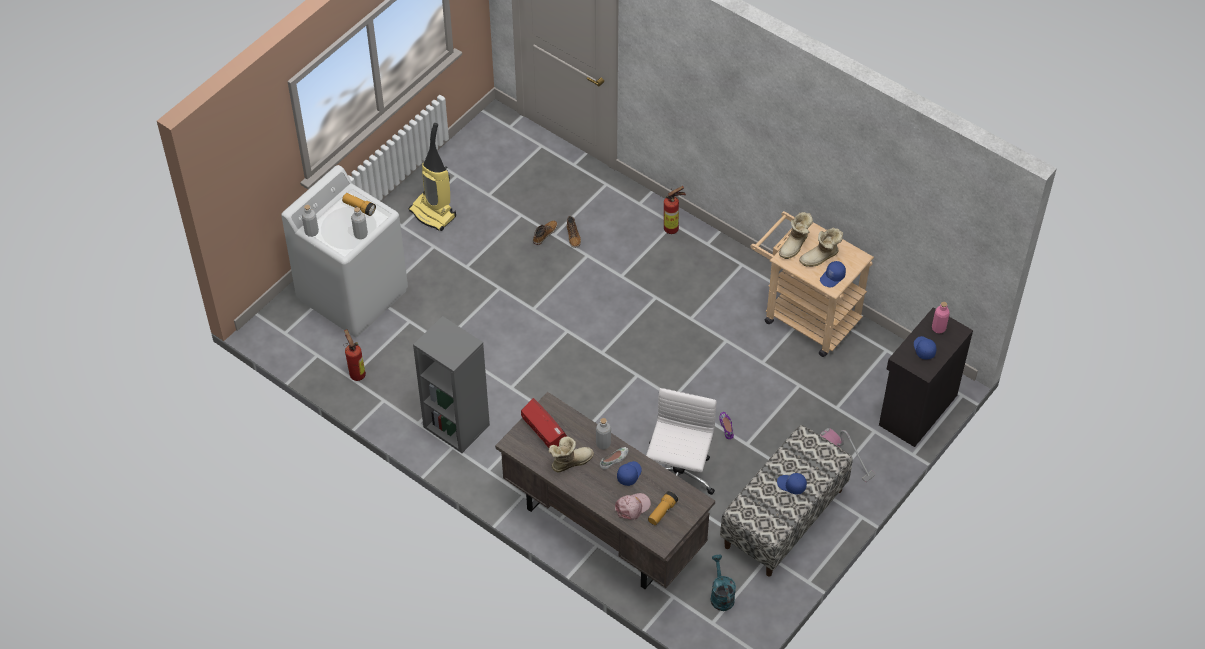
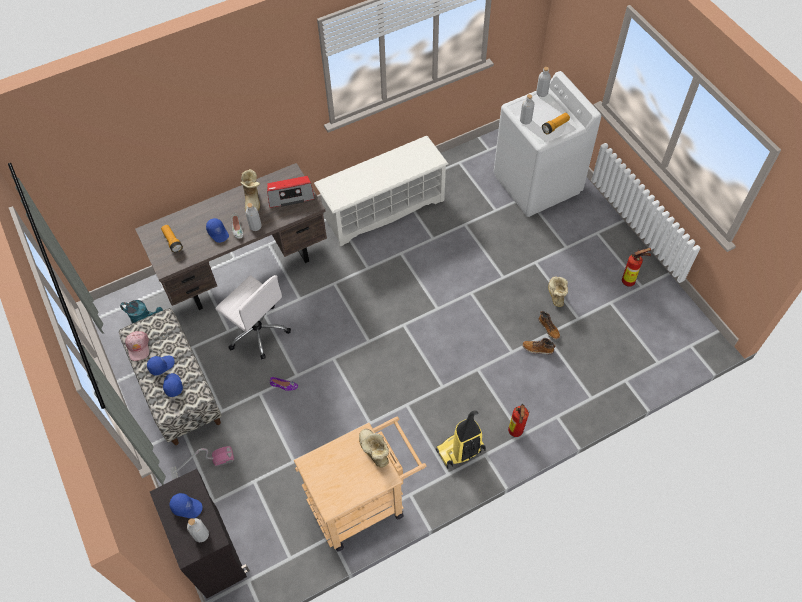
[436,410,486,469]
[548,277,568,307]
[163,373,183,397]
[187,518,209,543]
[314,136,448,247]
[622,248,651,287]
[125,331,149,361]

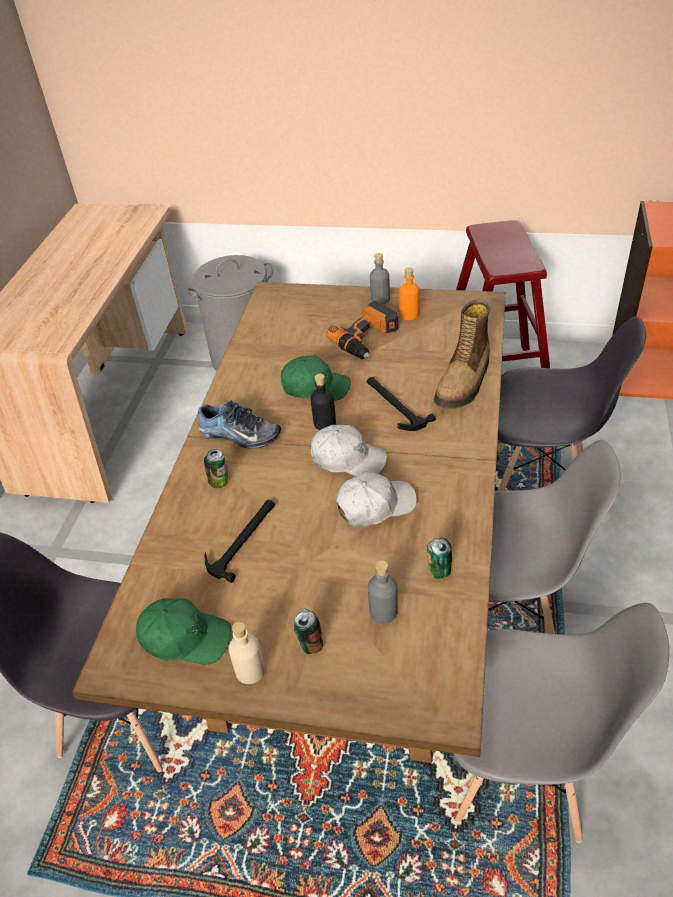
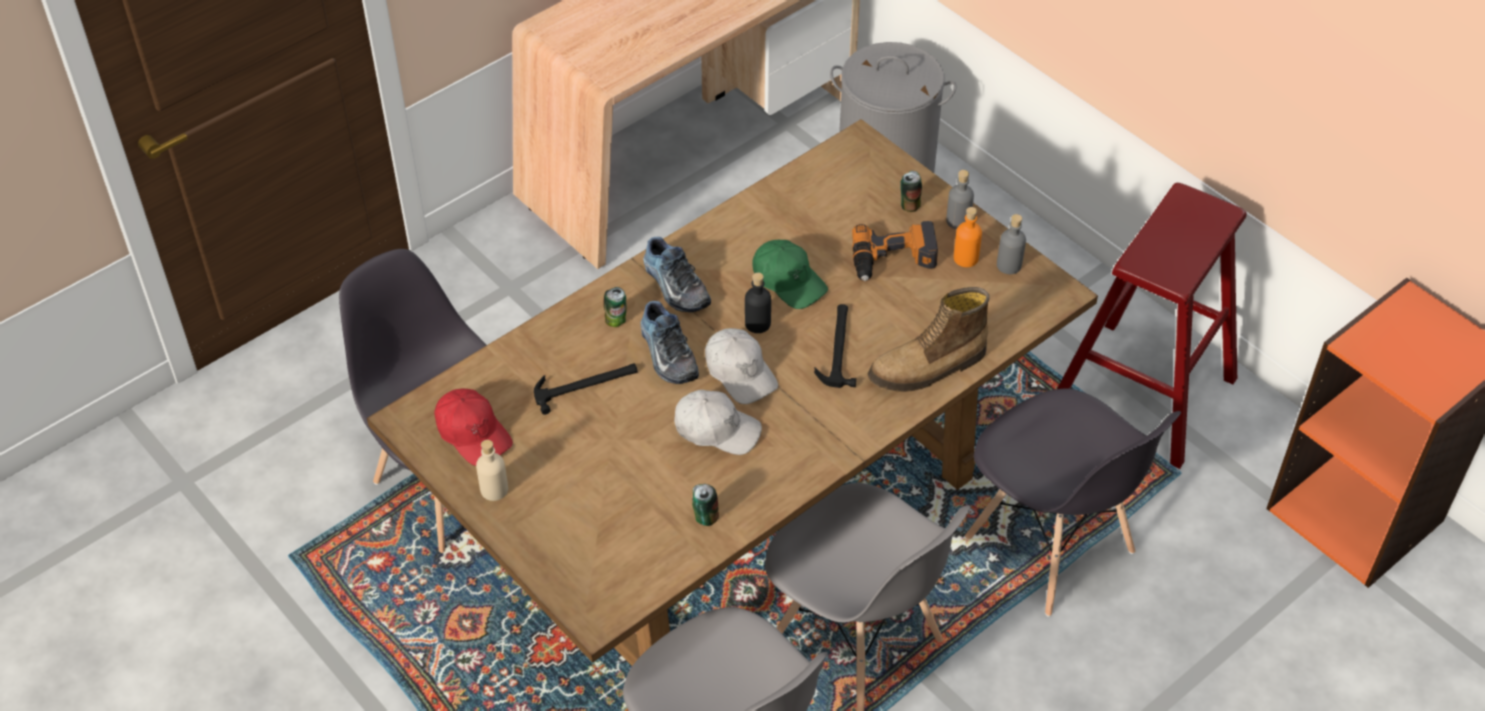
[997,214,1026,274]
[434,389,513,466]
[900,171,922,212]
[640,301,699,384]

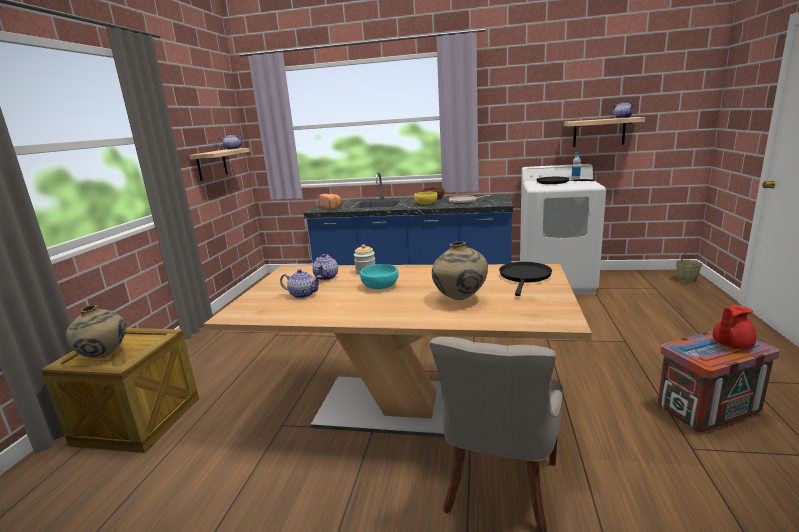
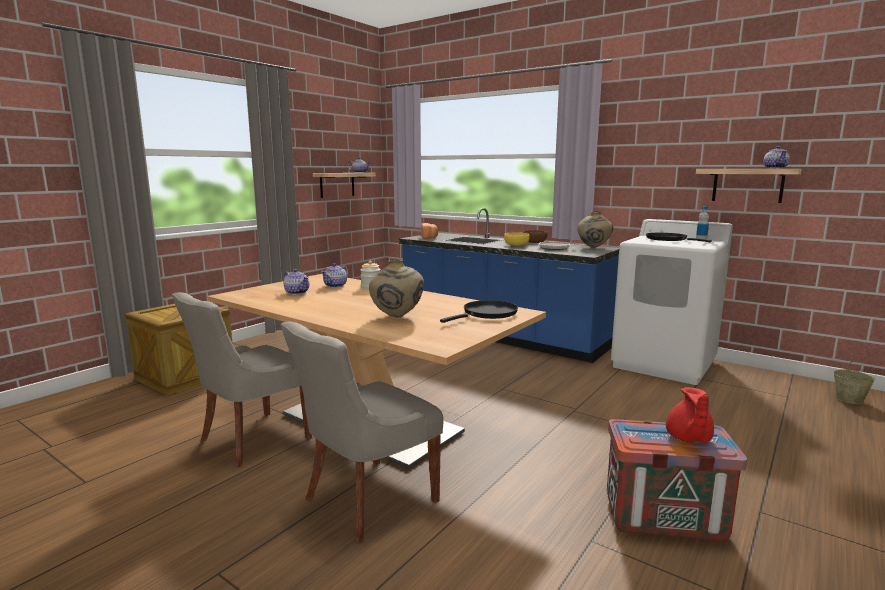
[360,264,399,289] (first image)
[578,211,613,248]
[666,387,714,443]
[172,292,312,467]

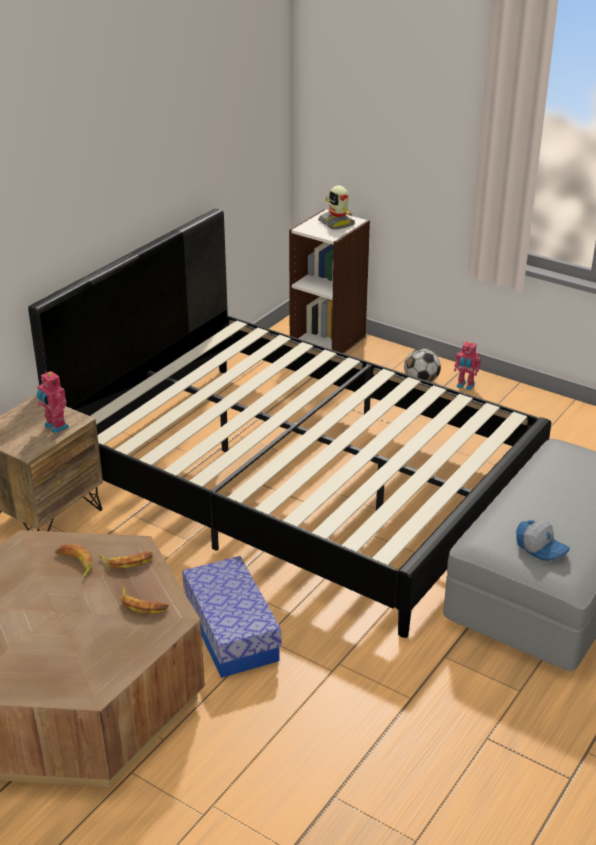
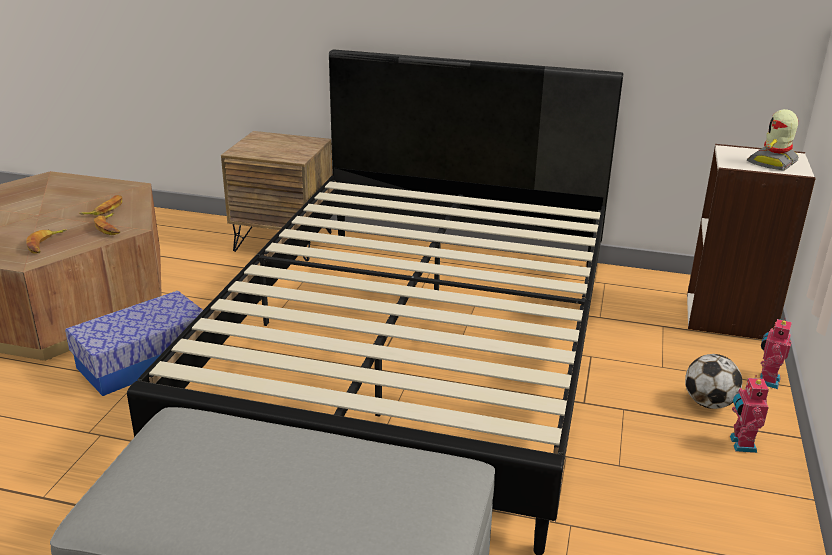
[760,318,792,389]
[516,520,570,561] (first image)

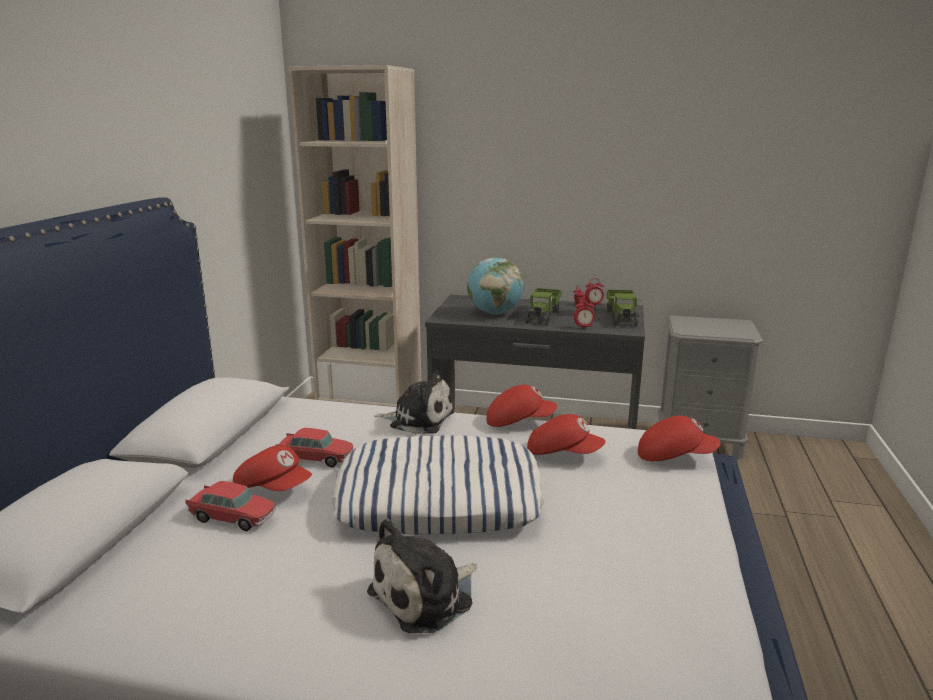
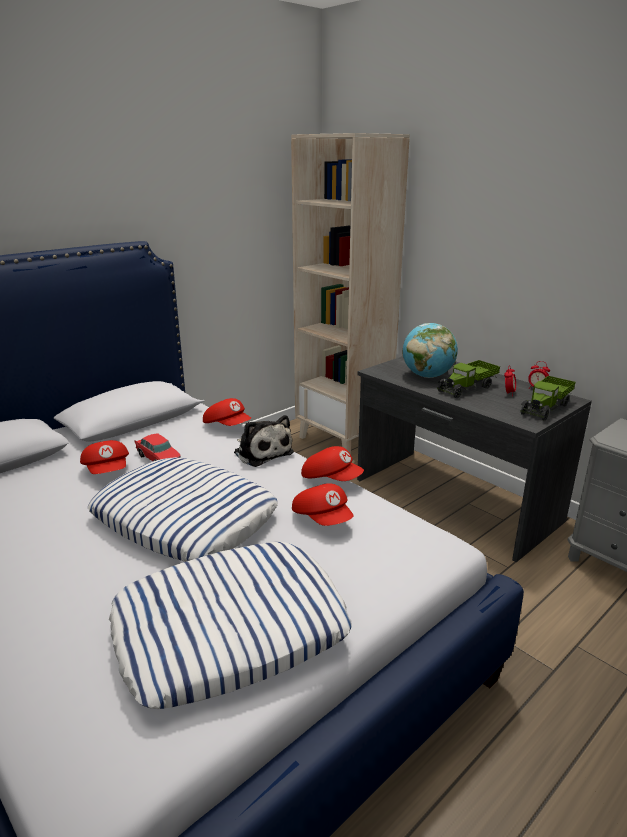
[574,298,595,329] (first image)
[203,398,251,426]
[185,481,276,531] (first image)
[367,519,477,634] (first image)
[109,542,352,709]

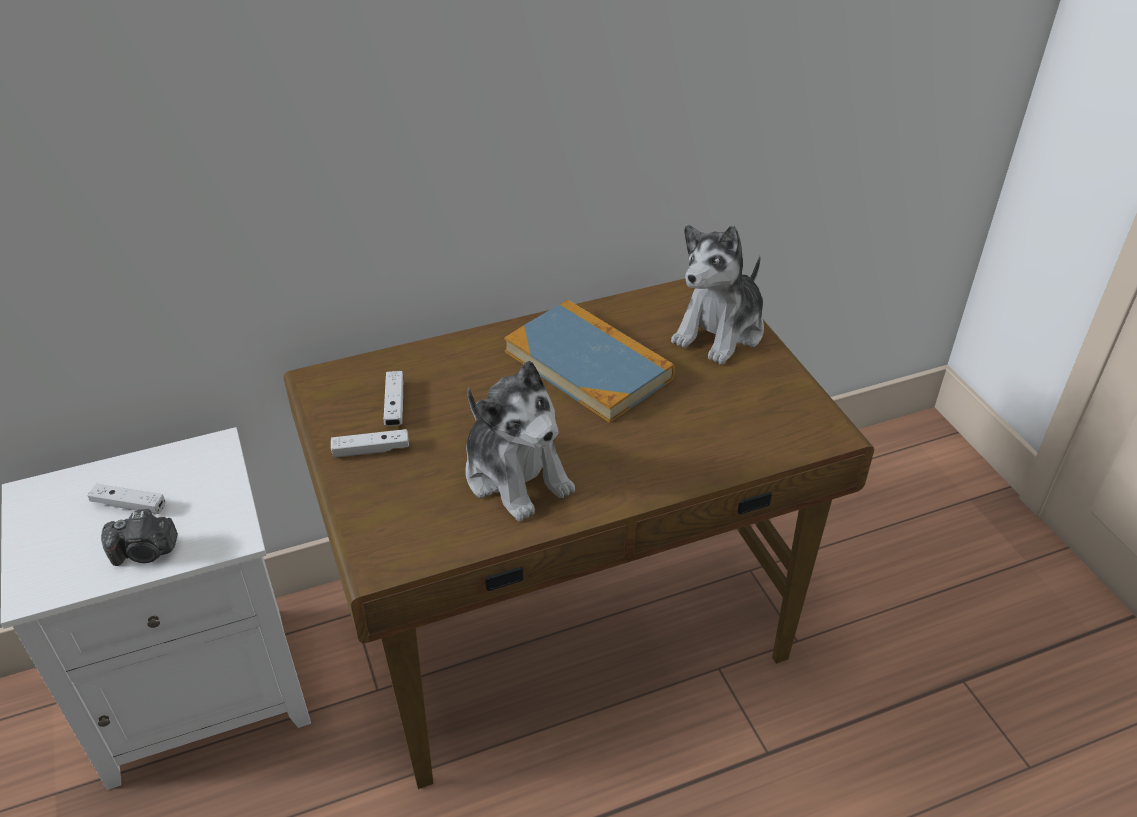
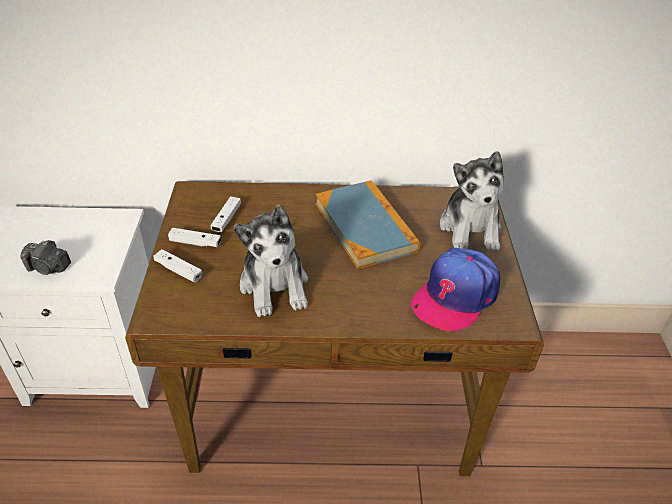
[440,151,503,251]
[153,249,202,283]
[411,248,500,333]

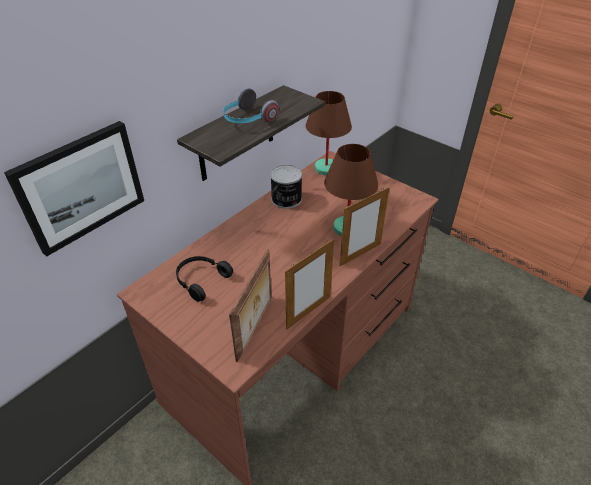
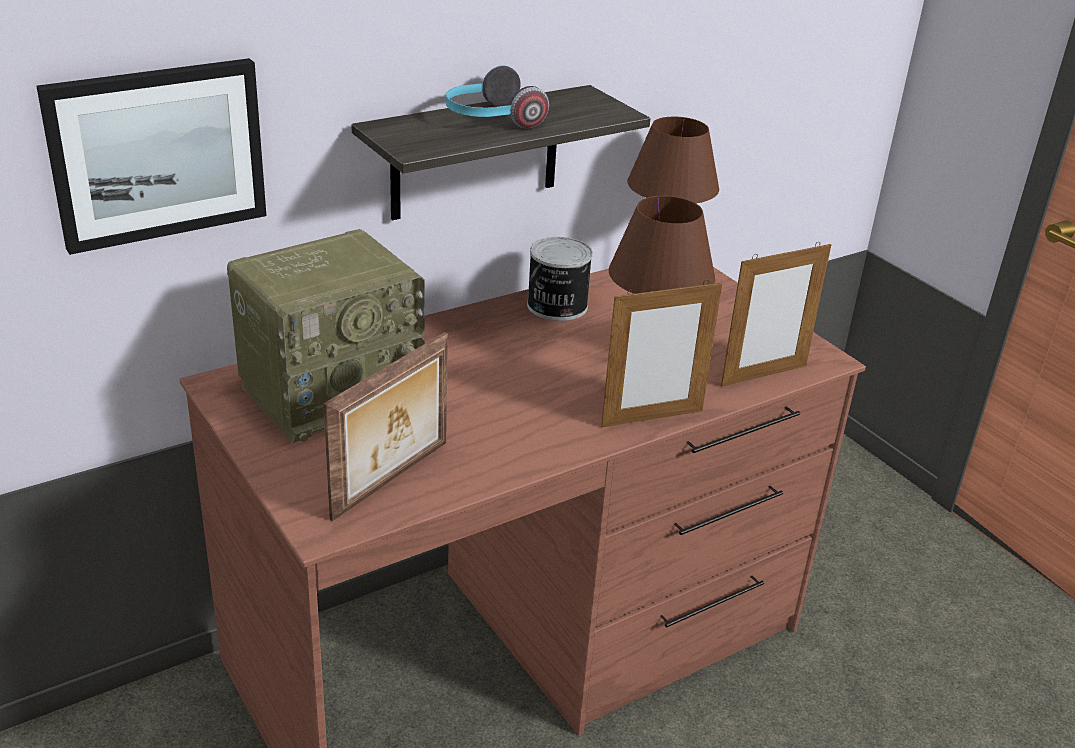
[721,242,831,387]
[227,229,425,443]

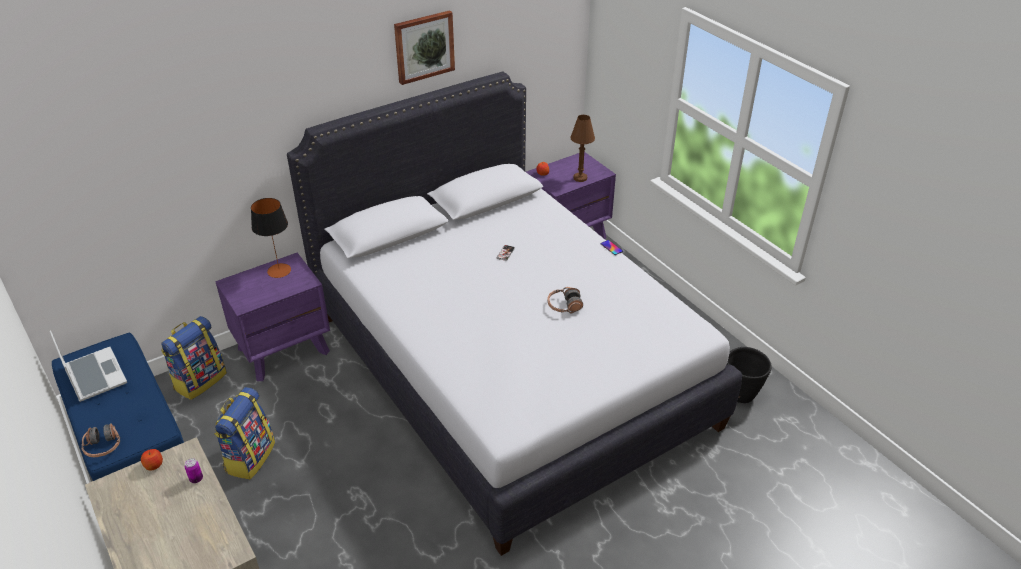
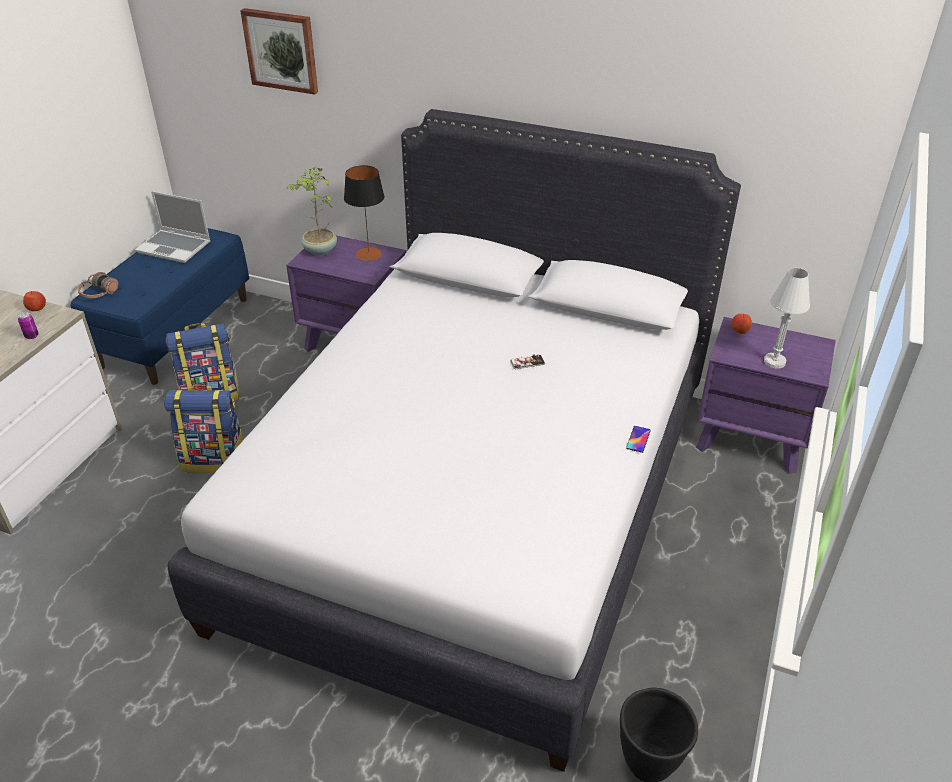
[240,8,318,95]
[764,268,810,369]
[547,287,583,313] (first image)
[164,385,243,473]
[135,191,210,263]
[286,166,337,256]

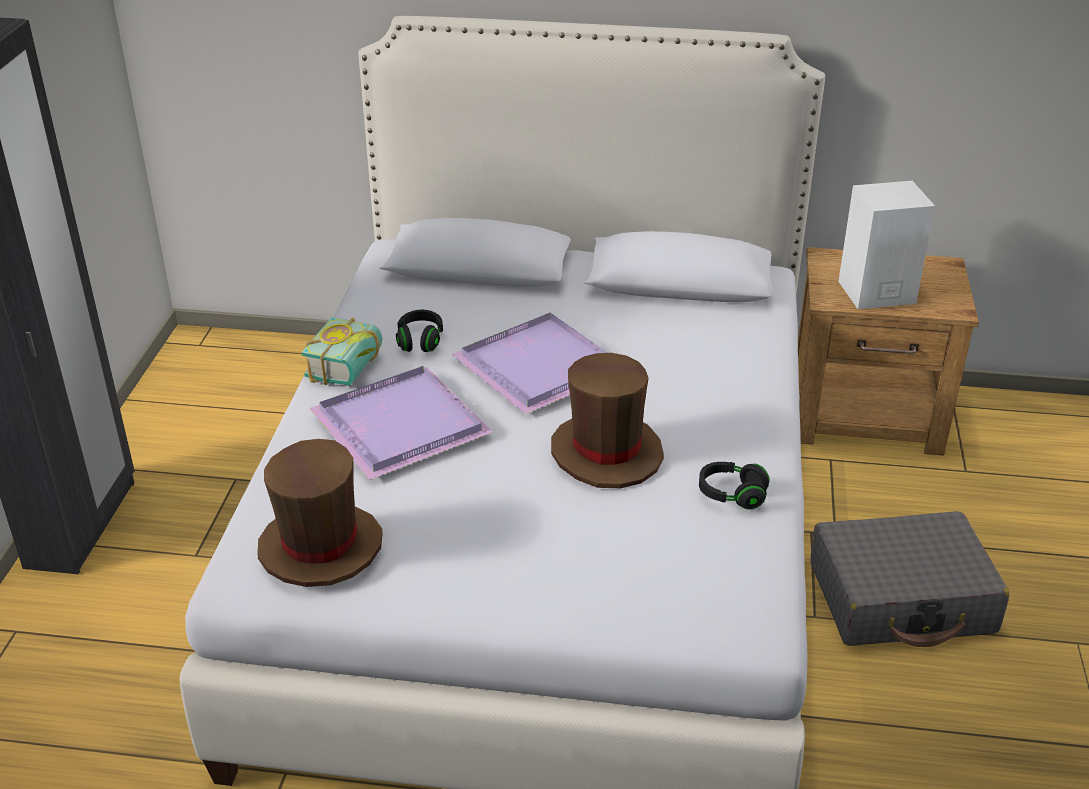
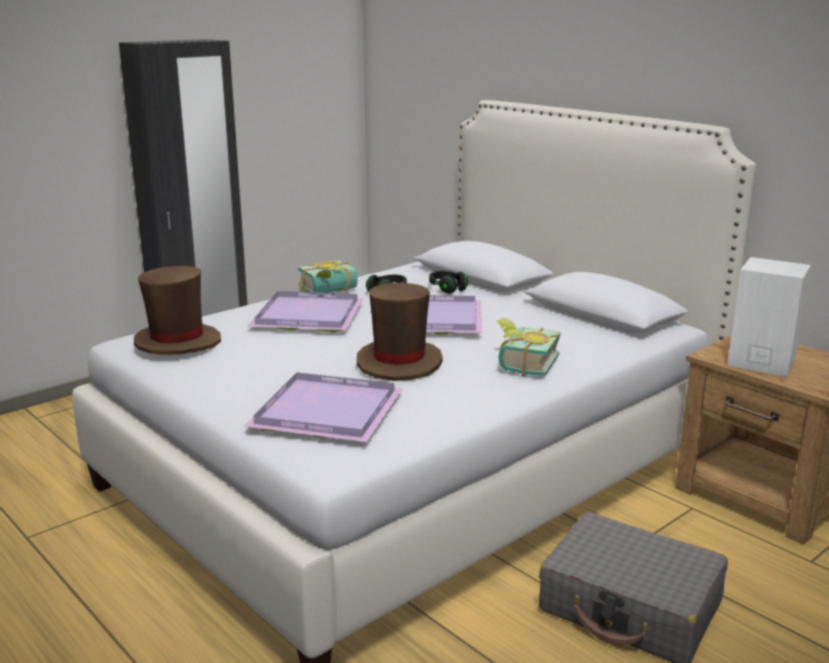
[429,271,468,294]
[497,318,561,377]
[244,372,403,442]

